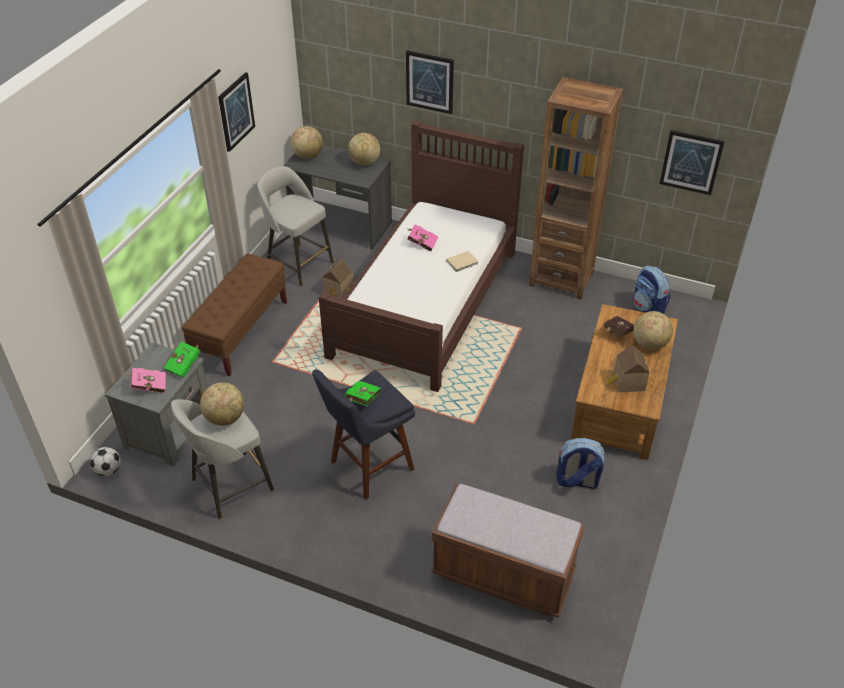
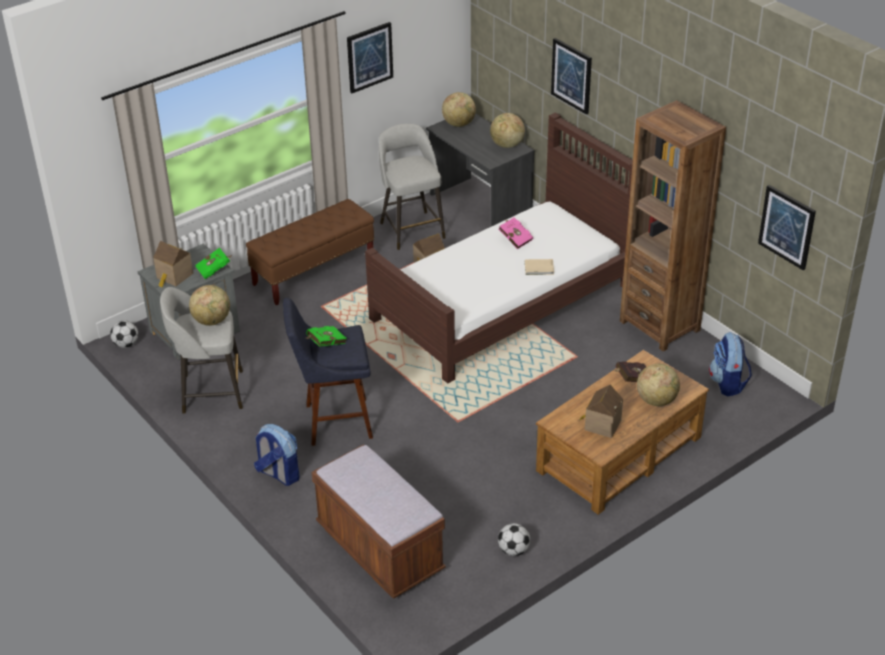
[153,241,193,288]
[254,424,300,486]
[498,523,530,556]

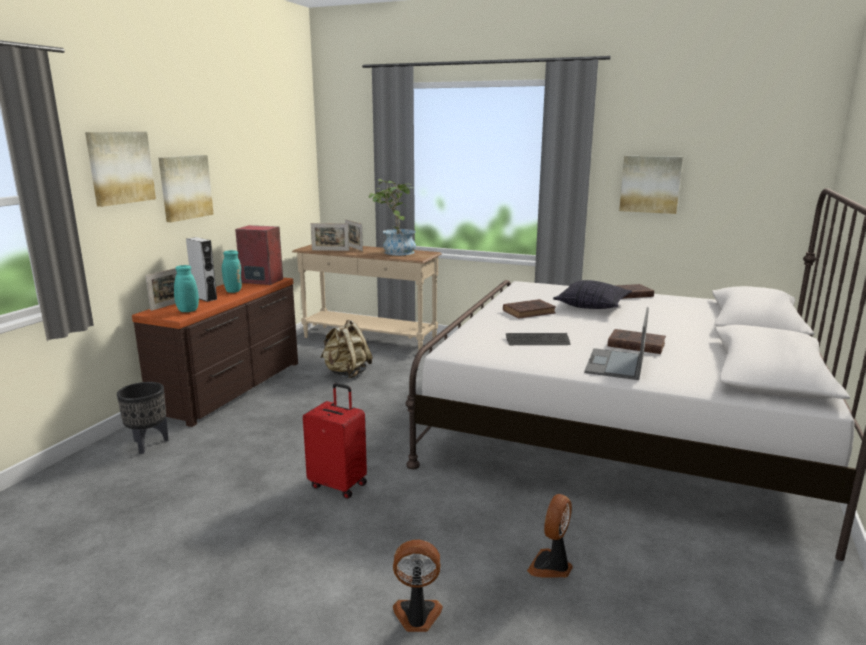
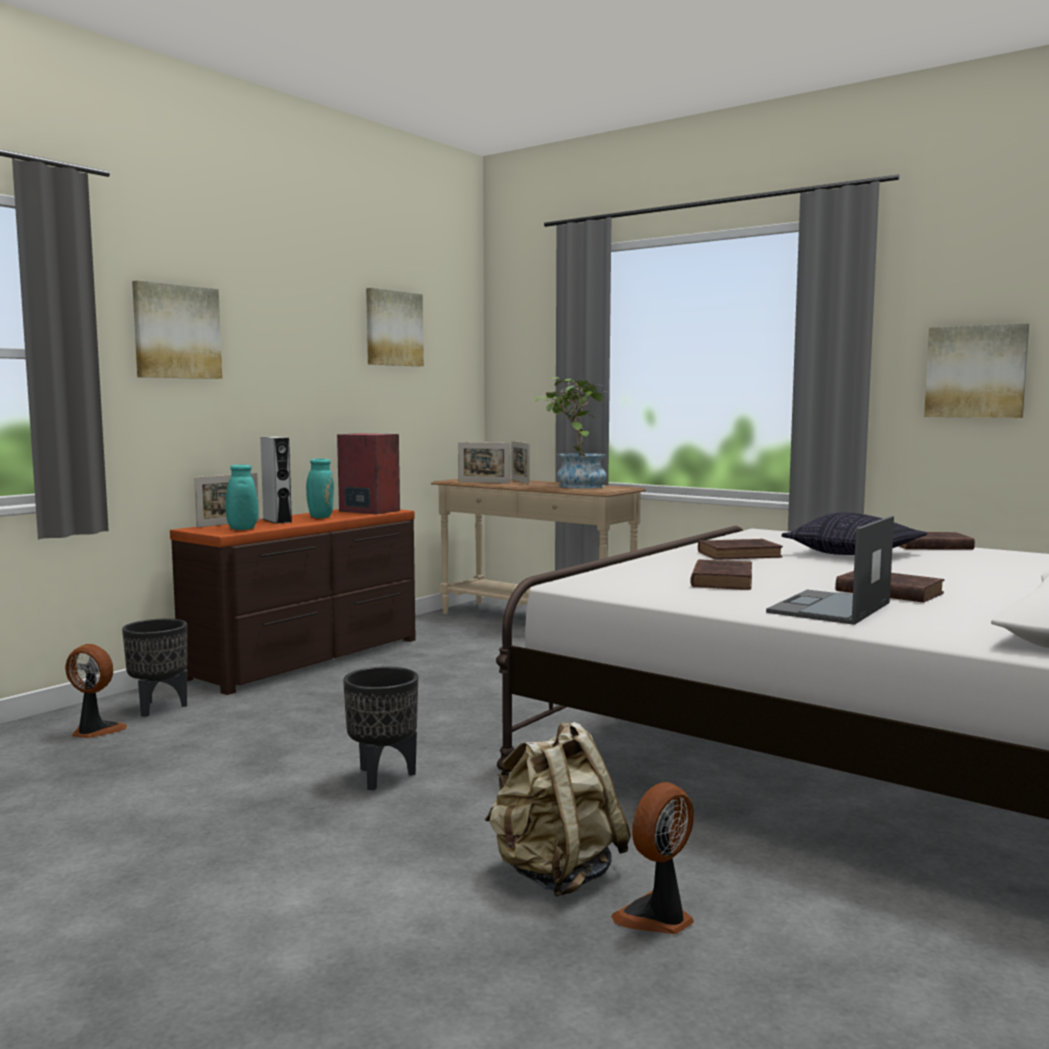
[366,288,424,366]
[485,722,631,897]
[690,559,752,590]
[343,666,418,790]
[65,644,127,738]

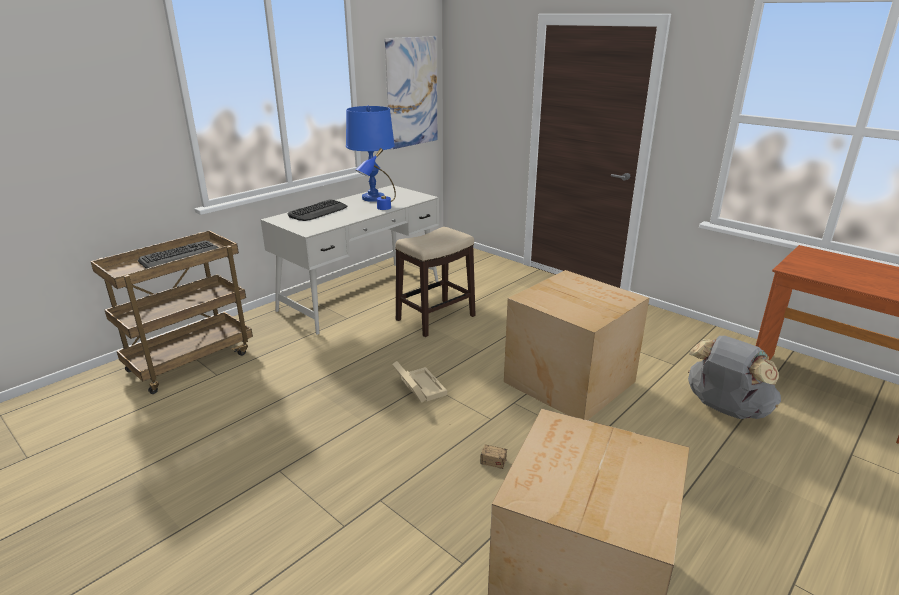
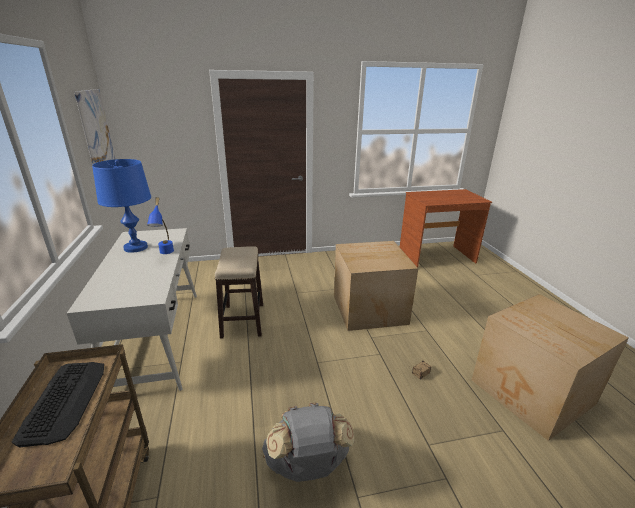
[288,199,348,221] (first image)
[262,403,355,482]
[392,361,447,403] (first image)

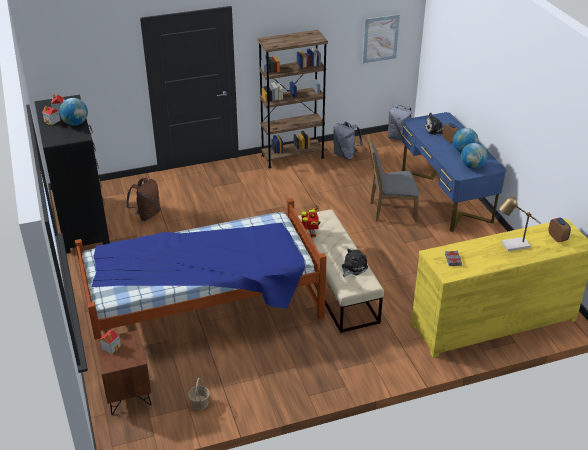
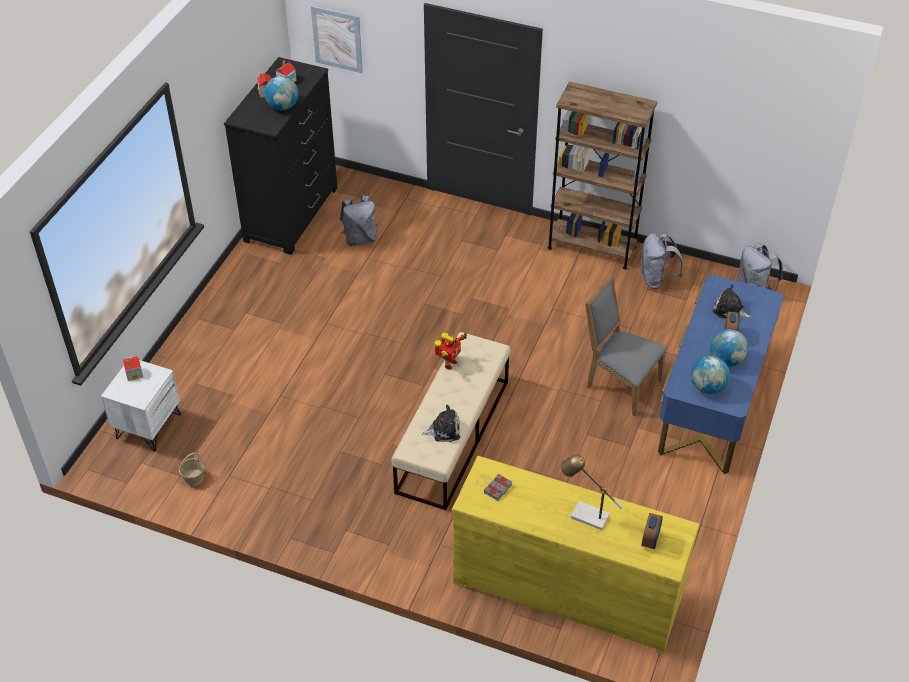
[311,6,363,73]
[340,195,377,246]
[75,198,327,340] (first image)
[101,357,181,452]

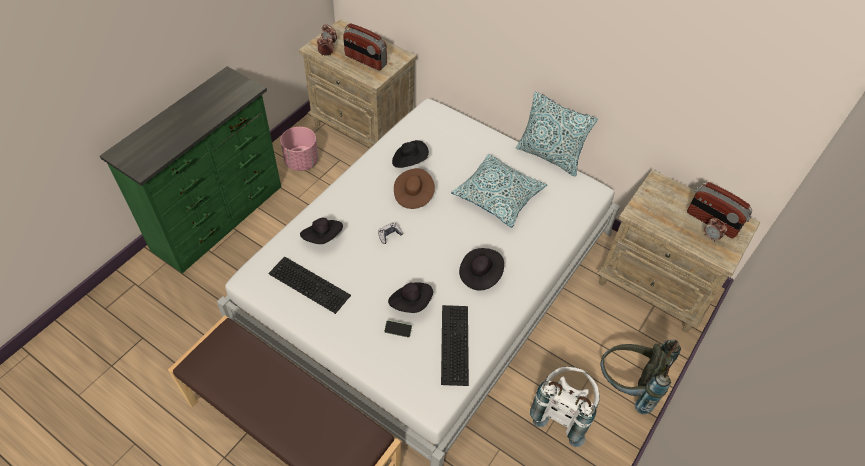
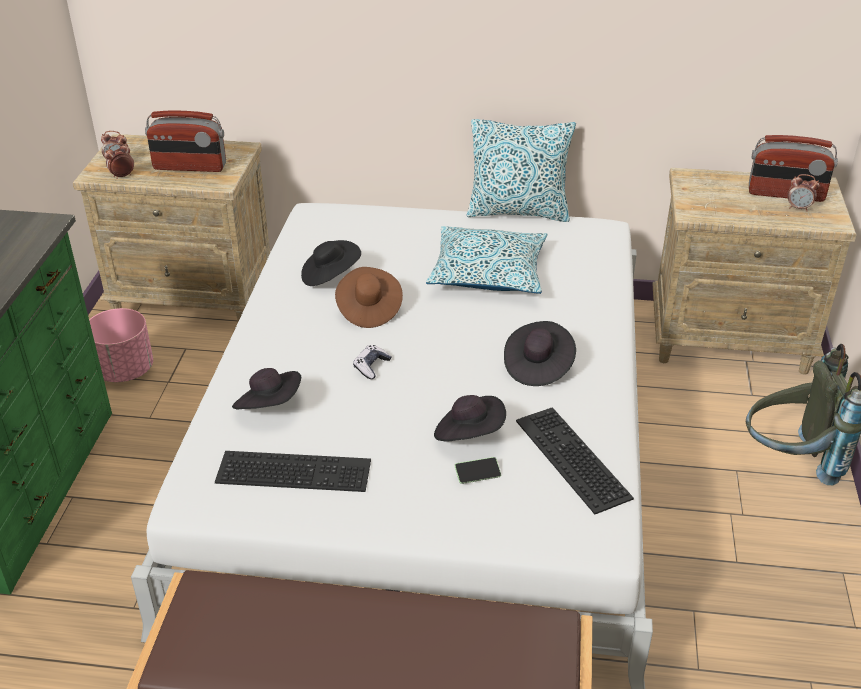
[530,367,600,447] (first image)

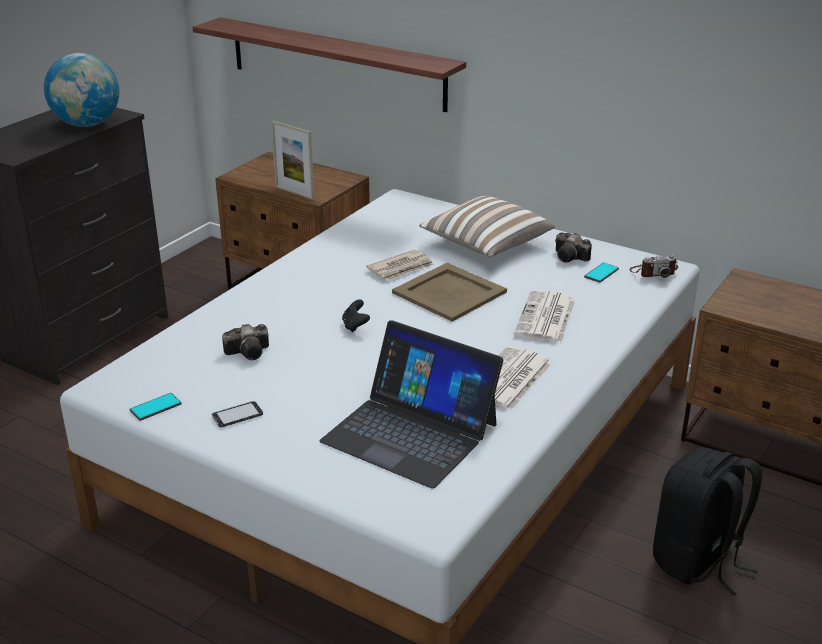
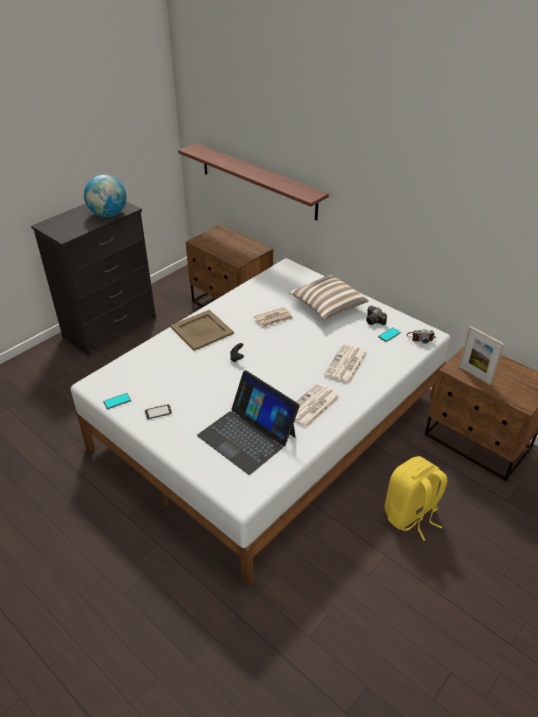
[459,326,504,385]
[170,310,234,351]
[222,324,269,360] (first image)
[384,456,447,541]

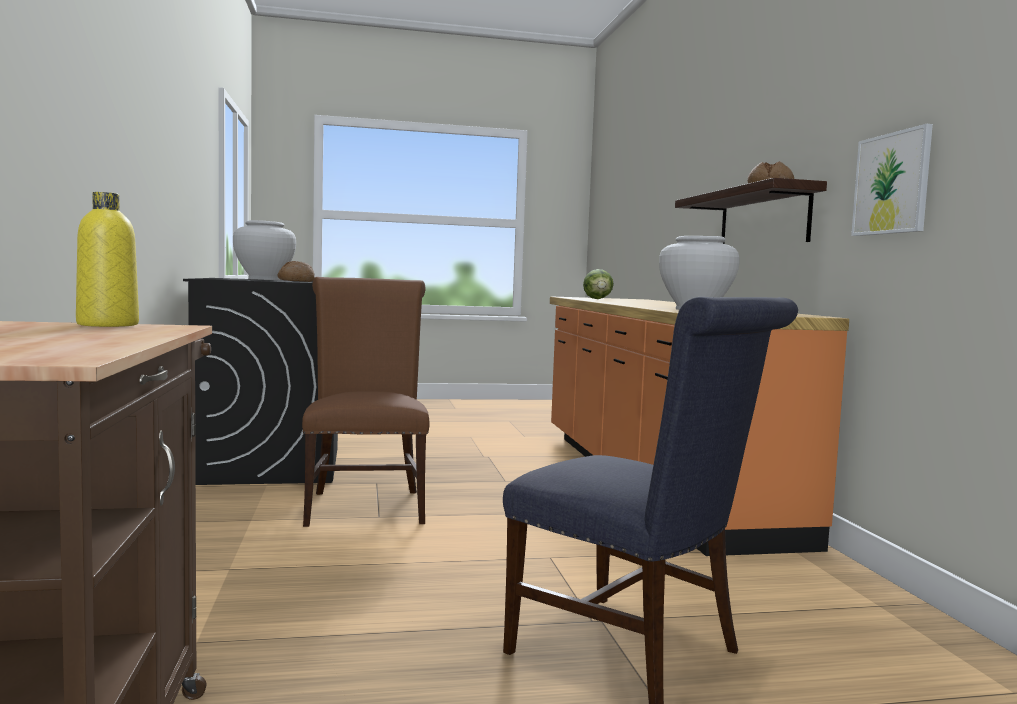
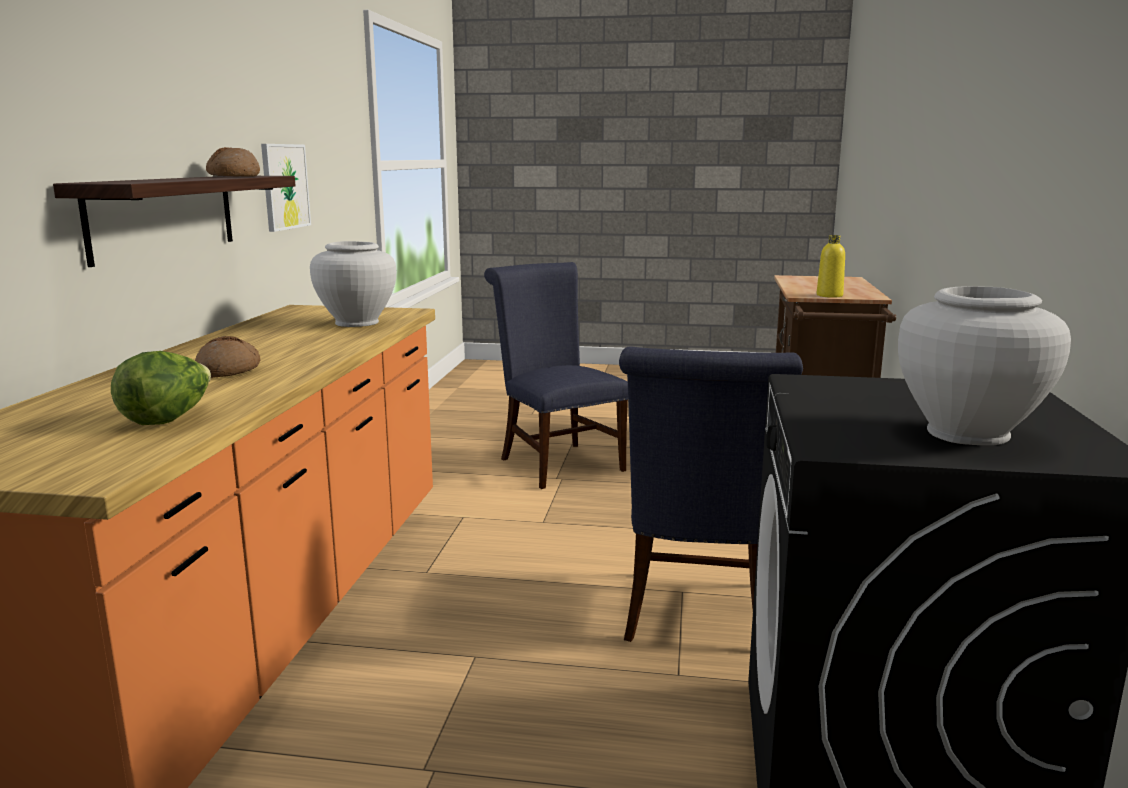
[195,336,260,378]
[619,347,803,642]

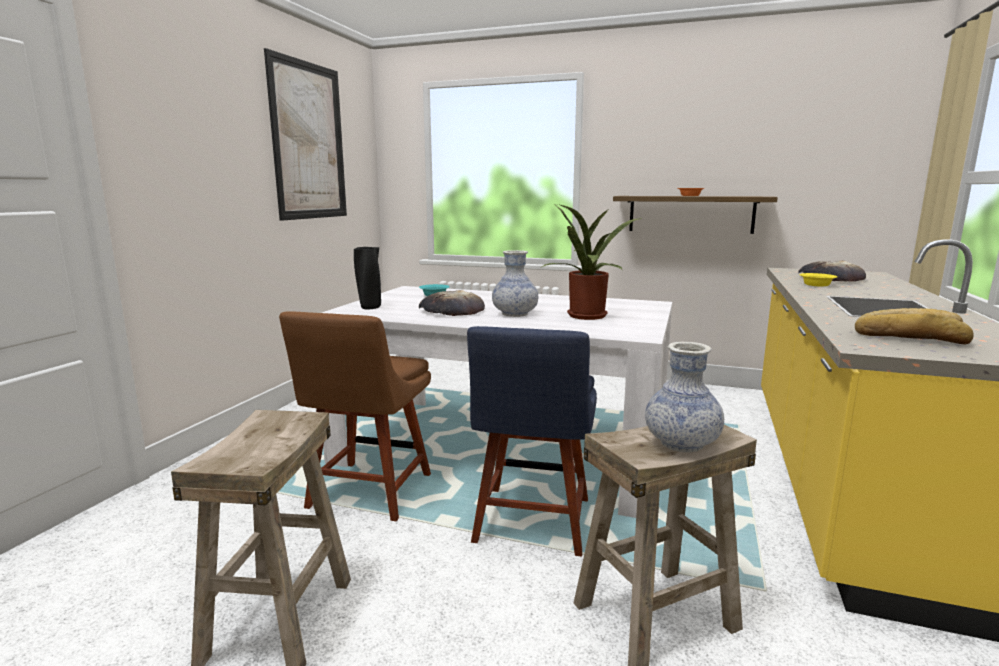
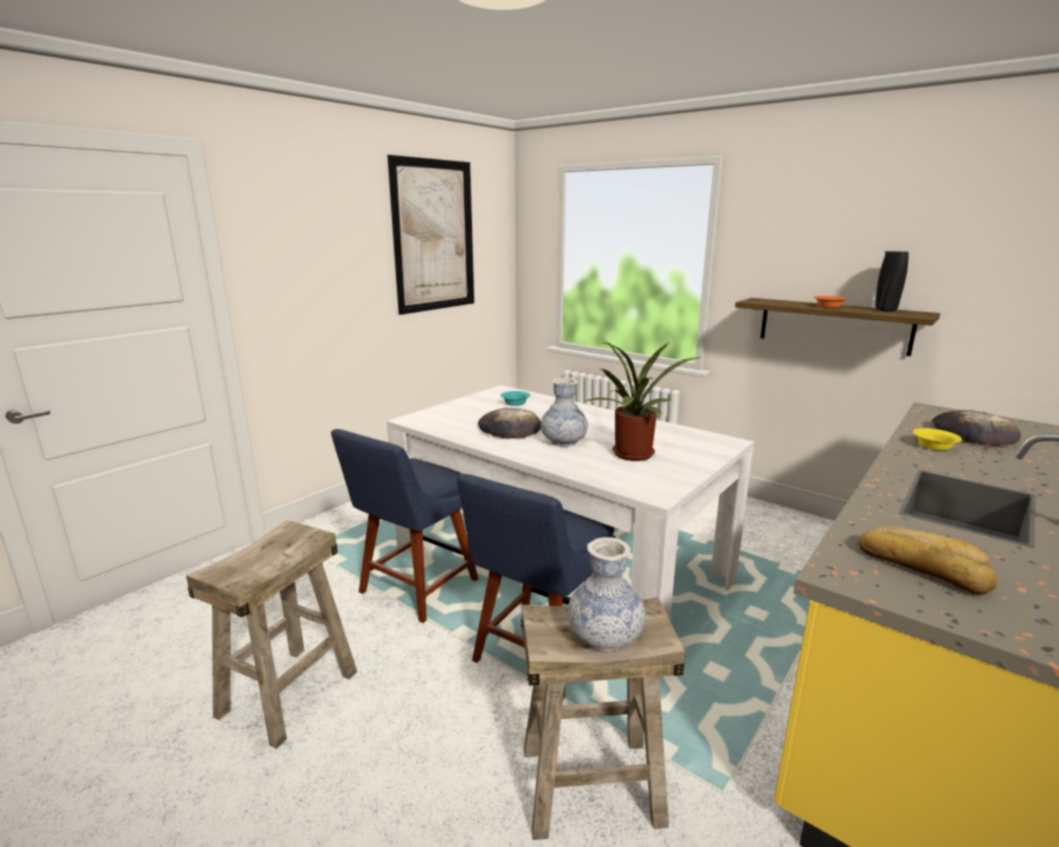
[875,251,909,312]
[331,429,478,623]

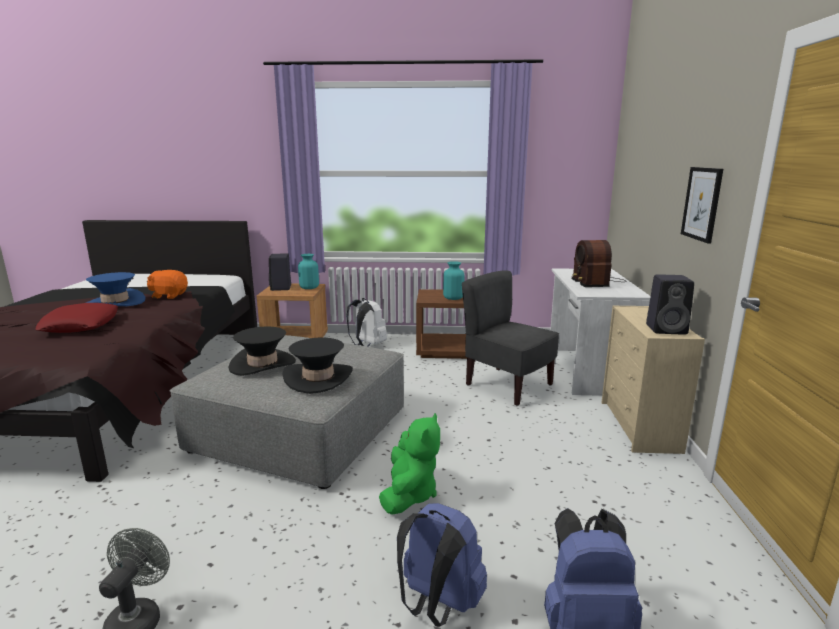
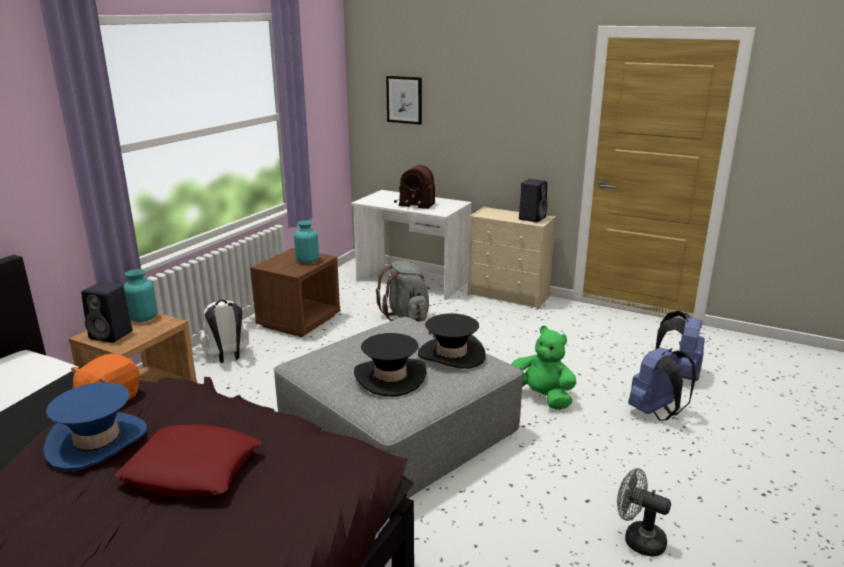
[386,76,422,125]
[376,261,430,322]

